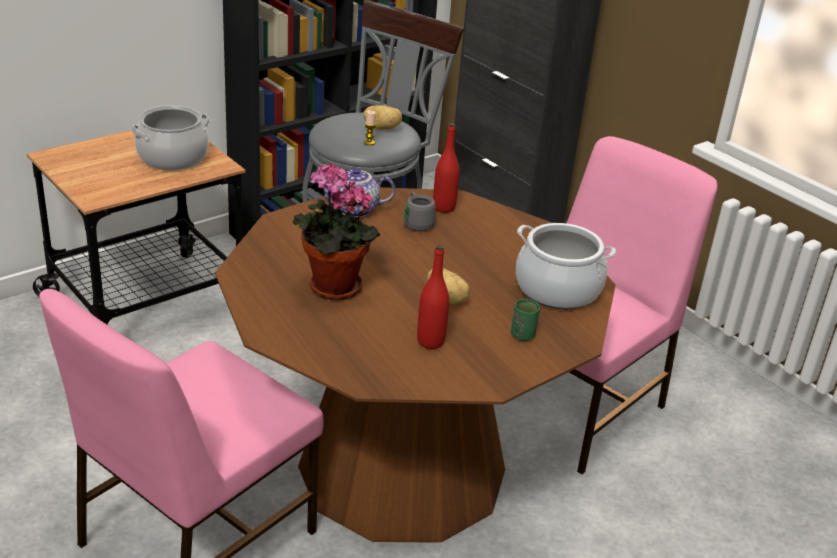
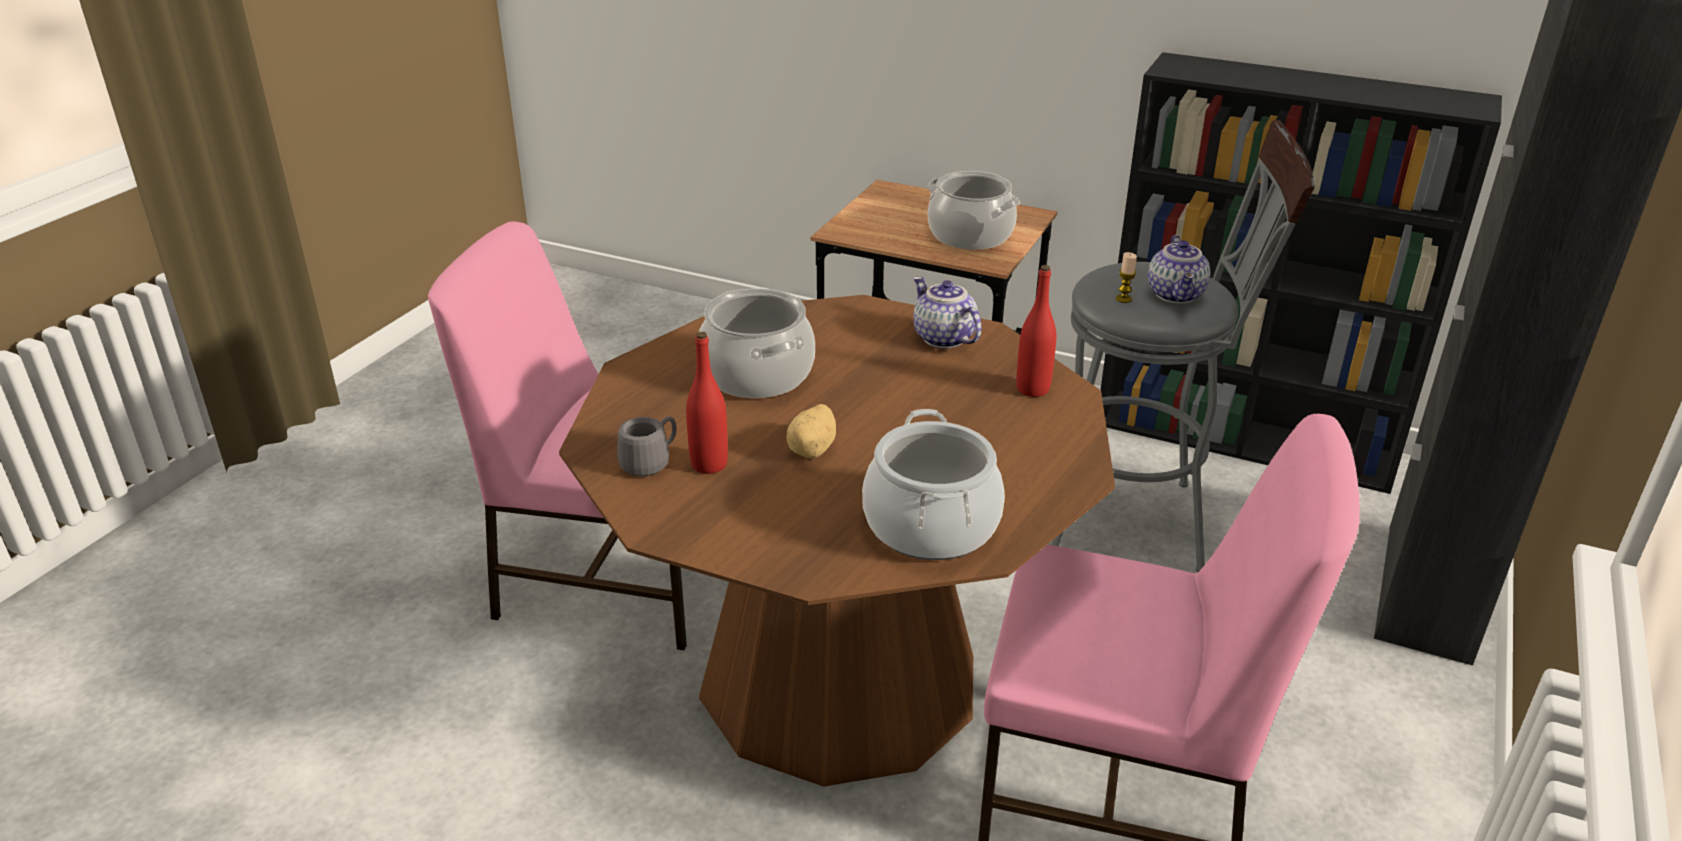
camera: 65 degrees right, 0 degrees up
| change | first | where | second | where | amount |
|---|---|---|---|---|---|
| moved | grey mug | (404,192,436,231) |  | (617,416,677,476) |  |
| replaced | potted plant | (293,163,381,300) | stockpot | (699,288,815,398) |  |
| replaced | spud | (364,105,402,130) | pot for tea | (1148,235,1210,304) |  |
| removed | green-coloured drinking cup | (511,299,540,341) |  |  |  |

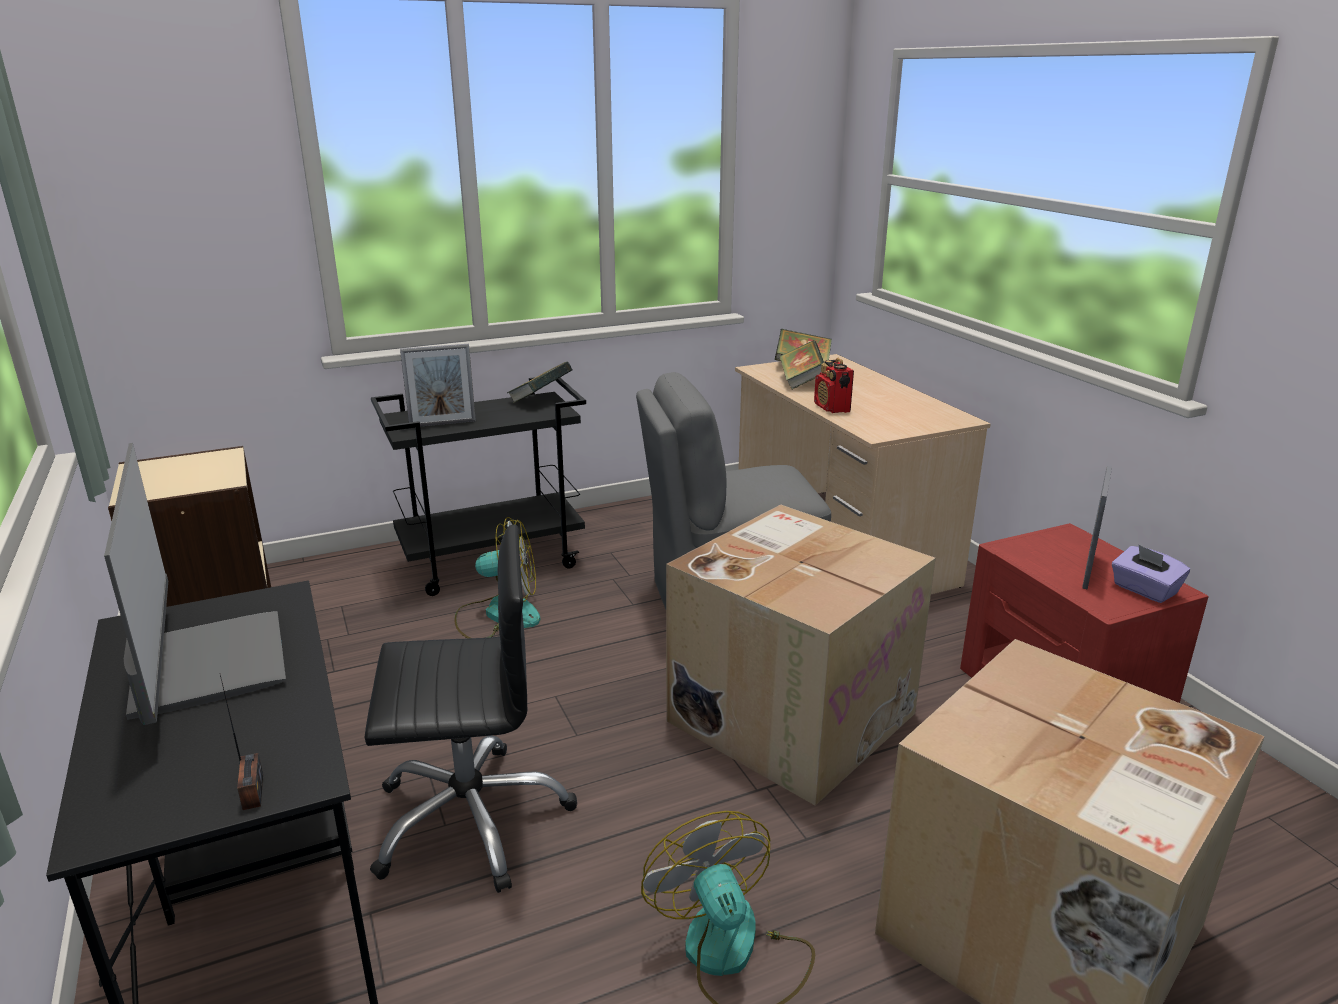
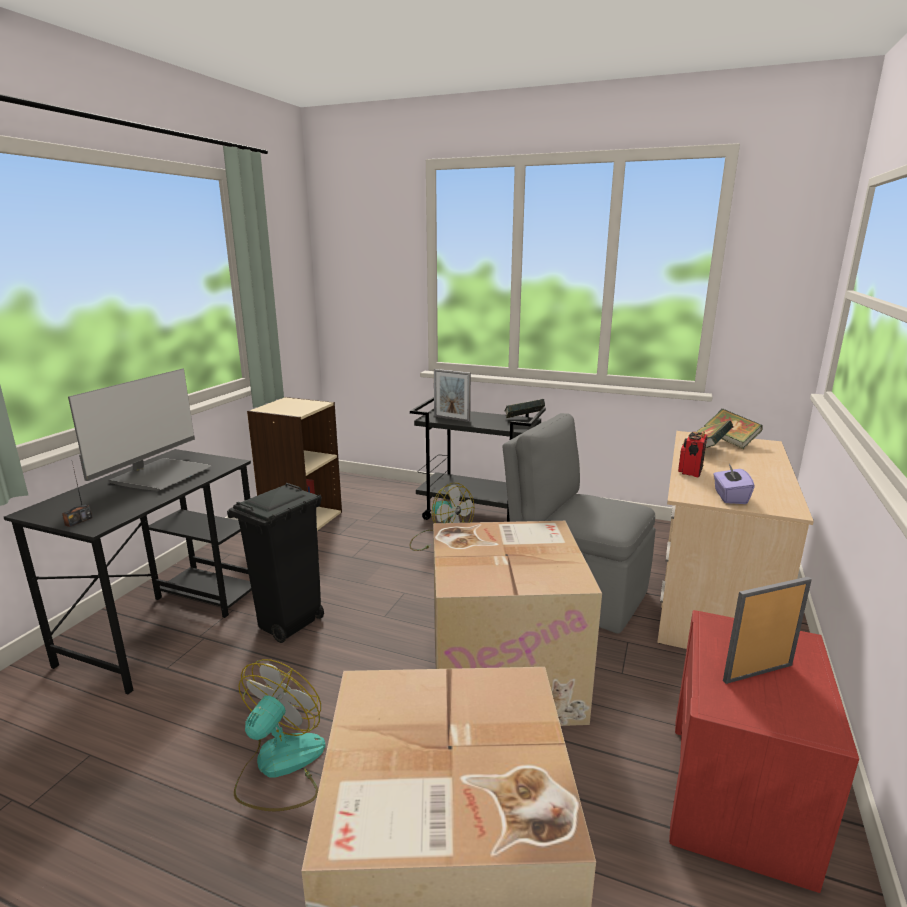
camera: 45 degrees right, 5 degrees down
| change | first | where | second | where | amount |
|---|---|---|---|---|---|
| replaced | blackish desk chair | (365,524,577,893) | blackish waste bin | (227,483,324,643) |  |
| moved | purplish tissue box | (1112,544,1190,603) |  | (713,464,755,504) |  |

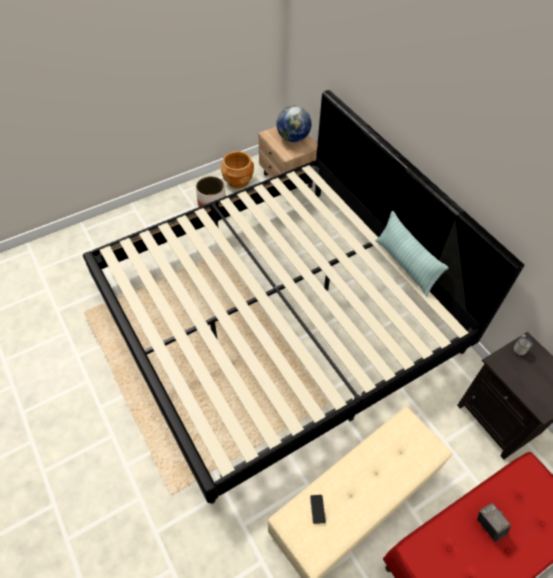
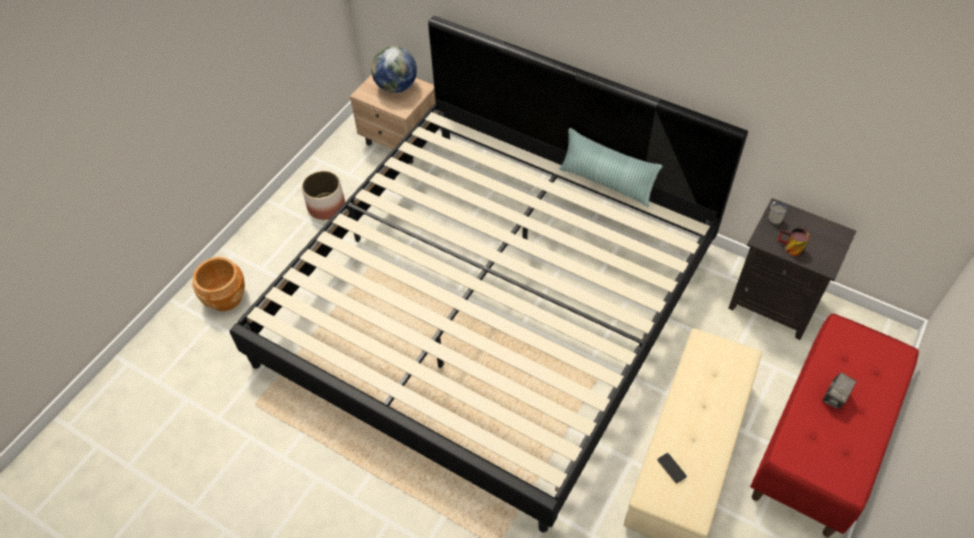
camera: 25 degrees left, 0 degrees up
| change | first | where | second | where | amount |
|---|---|---|---|---|---|
| moved | brown-coloured flower pot | (221,151,254,189) |  | (192,257,245,311) |  |
| added |  |  | mug | (777,228,810,256) |  |
| turned | photo camera | (477,503,511,542) |  | (822,373,857,409) | 90 degrees counterclockwise |

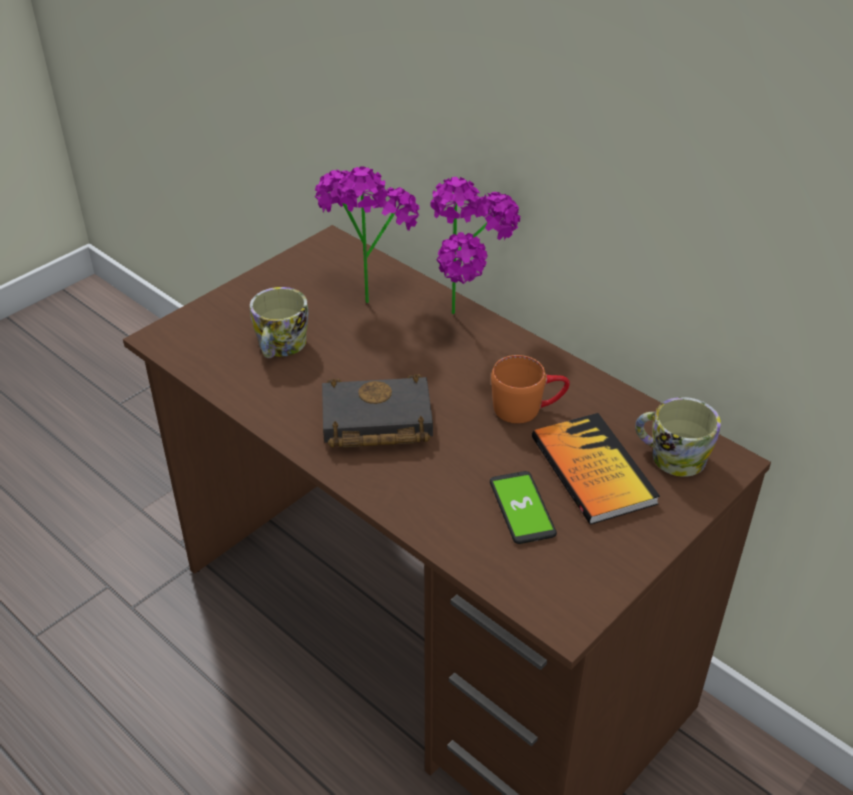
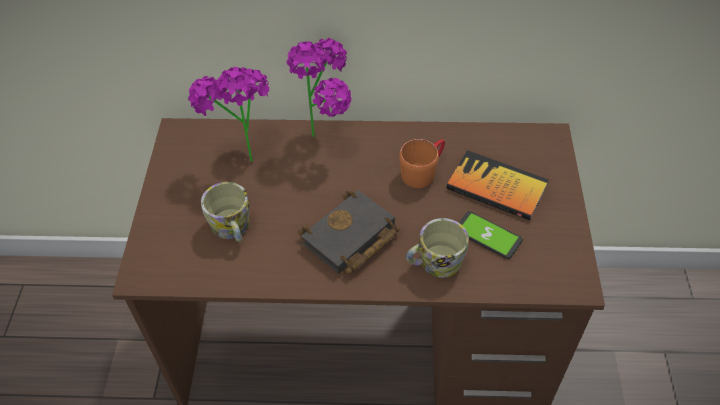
camera: 40 degrees left, 10 degrees up
| change | first | where | second | where | amount |
|---|---|---|---|---|---|
| moved | mug | (635,397,721,477) |  | (406,218,469,278) |  |

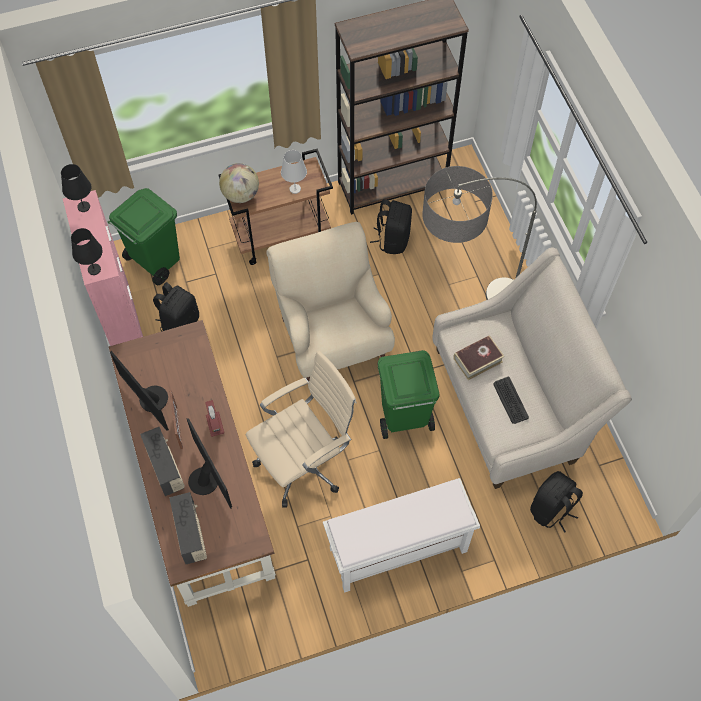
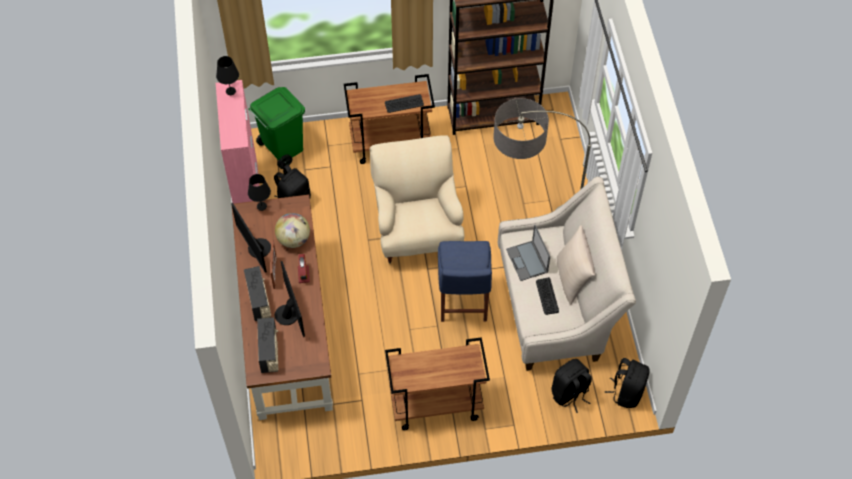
camera: 10 degrees right, 5 degrees down
| change | first | where | second | where | amount |
|---|---|---|---|---|---|
| moved | blackish lamp for a table | (71,228,102,275) |  | (248,174,271,211) |  |
| moved | globe | (219,163,259,203) |  | (275,213,310,248) |  |
| replaced | whitish lamp for a table | (281,150,307,194) | PC keyboard | (385,94,424,113) |  |
| replaced | whitish long seat | (323,478,480,593) | brown-coloured cart | (385,337,490,430) |  |
| replaced | green-coloured waste bin | (378,350,439,439) | blue chair | (438,241,492,322) |  |
| replaced | book | (453,335,504,380) | portable computer | (506,225,550,281) |  |
| added |  |  | sand-coloured pillow | (557,225,595,306) |  |
| moved | blackish rucksack | (370,199,412,254) |  | (605,358,650,408) |  |
| removed | sand-coloured desk chair | (246,351,357,507) |  |  |  |

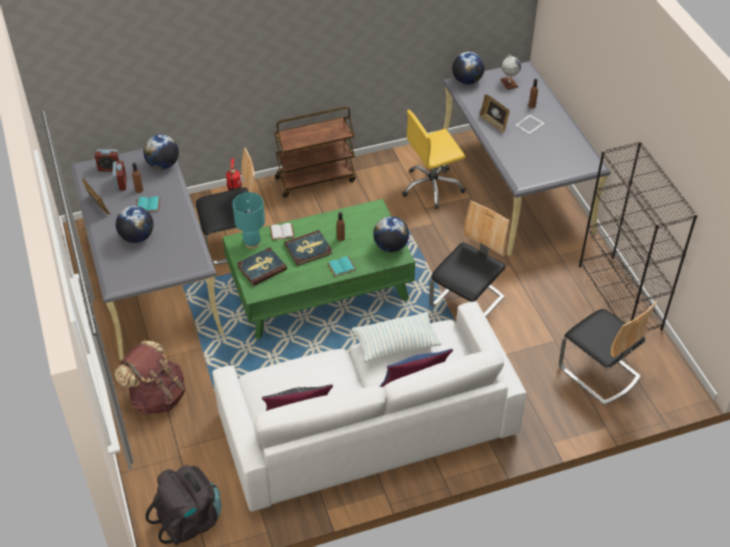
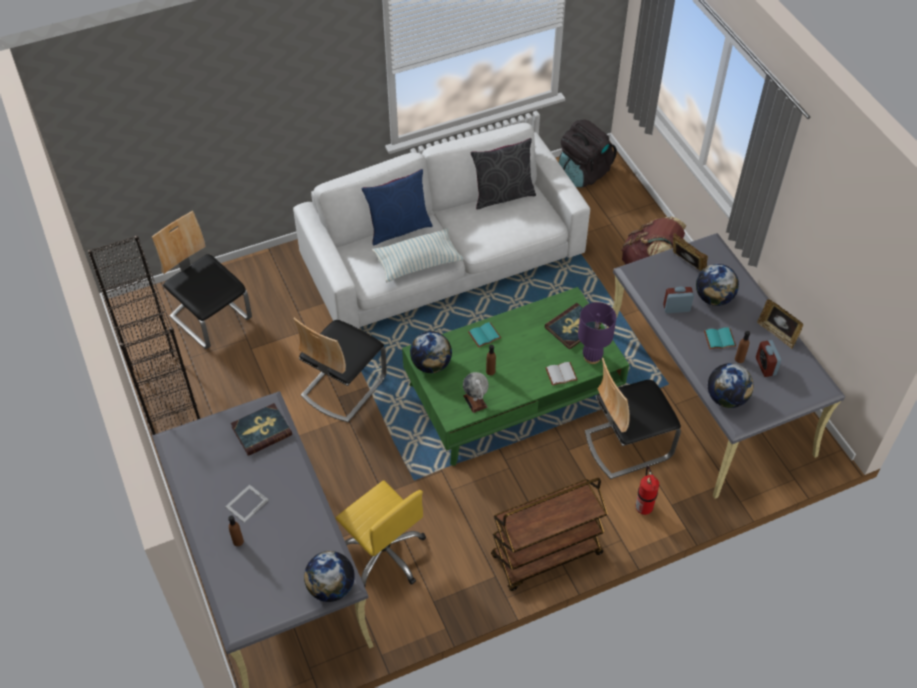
camera: 175 degrees right, 5 degrees up
| change | first | where | second | where | amount |
|---|---|---|---|---|---|
| moved | book | (285,230,332,266) |  | (231,403,292,456) |  |
| turned | yellowish desk chair | (402,110,466,209) |  | (336,480,426,587) | 75 degrees clockwise |
| moved | globe | (500,55,521,90) |  | (463,372,489,413) |  |
| recoloured | blue-green lamp for a table | (232,192,265,249) | purplish lamp for a table | (578,302,616,364) |  |
| moved | alarm clock | (95,149,120,171) |  | (663,287,694,313) |  |
| moved | picture frame | (479,94,510,133) |  | (673,233,708,271) |  |

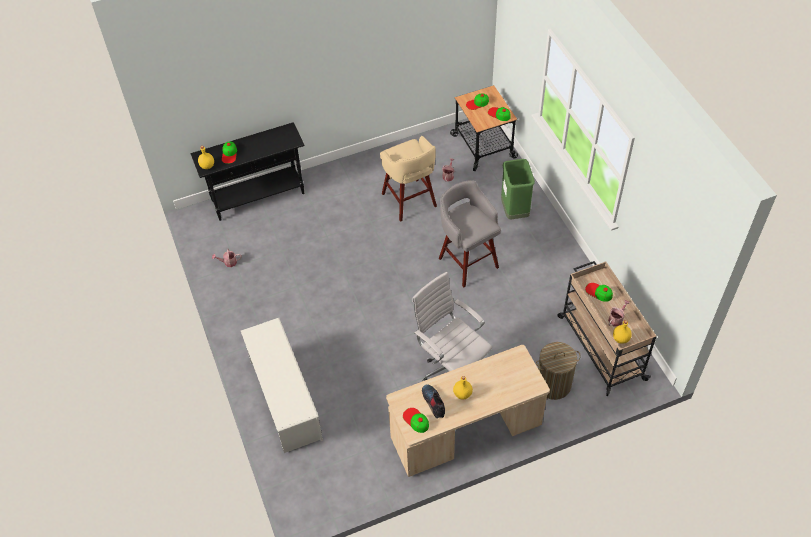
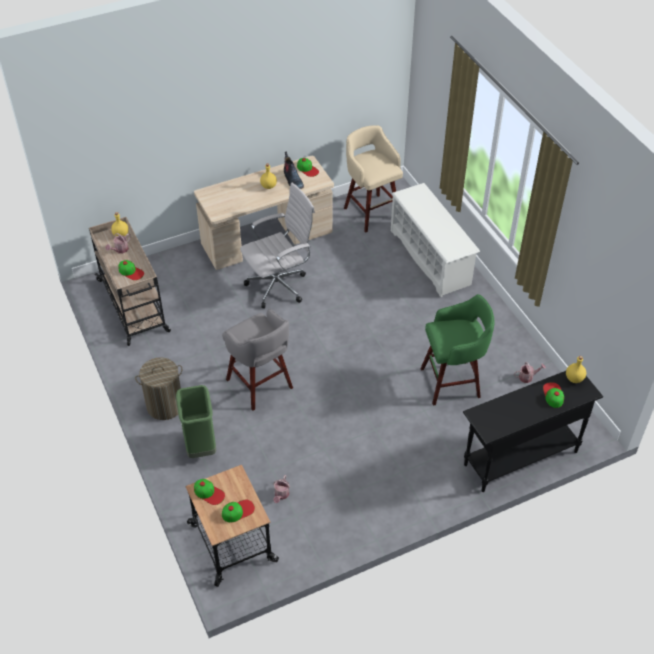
camera: 175 degrees right, 5 degrees down
| change | first | where | second | where | amount |
|---|---|---|---|---|---|
| moved | hamper | (536,342,581,400) |  | (135,357,182,420) |  |
| turned | whitish desk chair | (412,272,492,381) |  | (240,183,315,308) | 75 degrees counterclockwise |
| moved | sand-coloured sitting stool | (380,136,437,222) |  | (344,125,403,233) |  |
| added |  |  | green-coloured sitting stool | (420,294,494,405) |  |

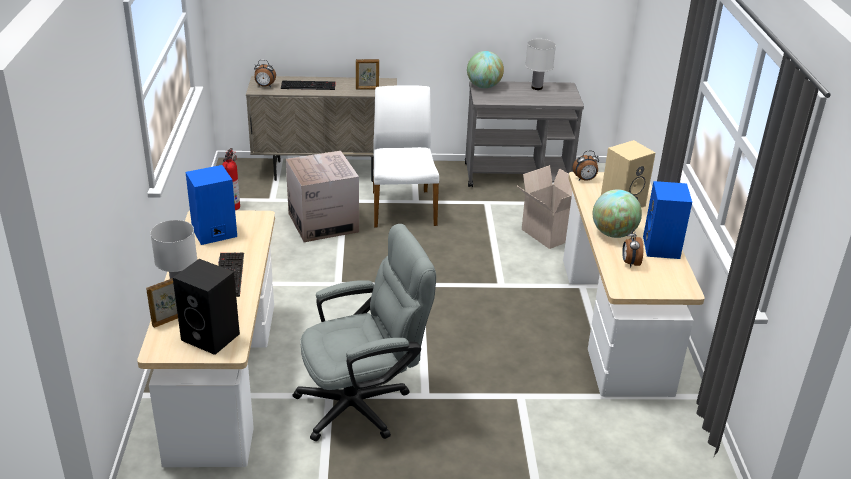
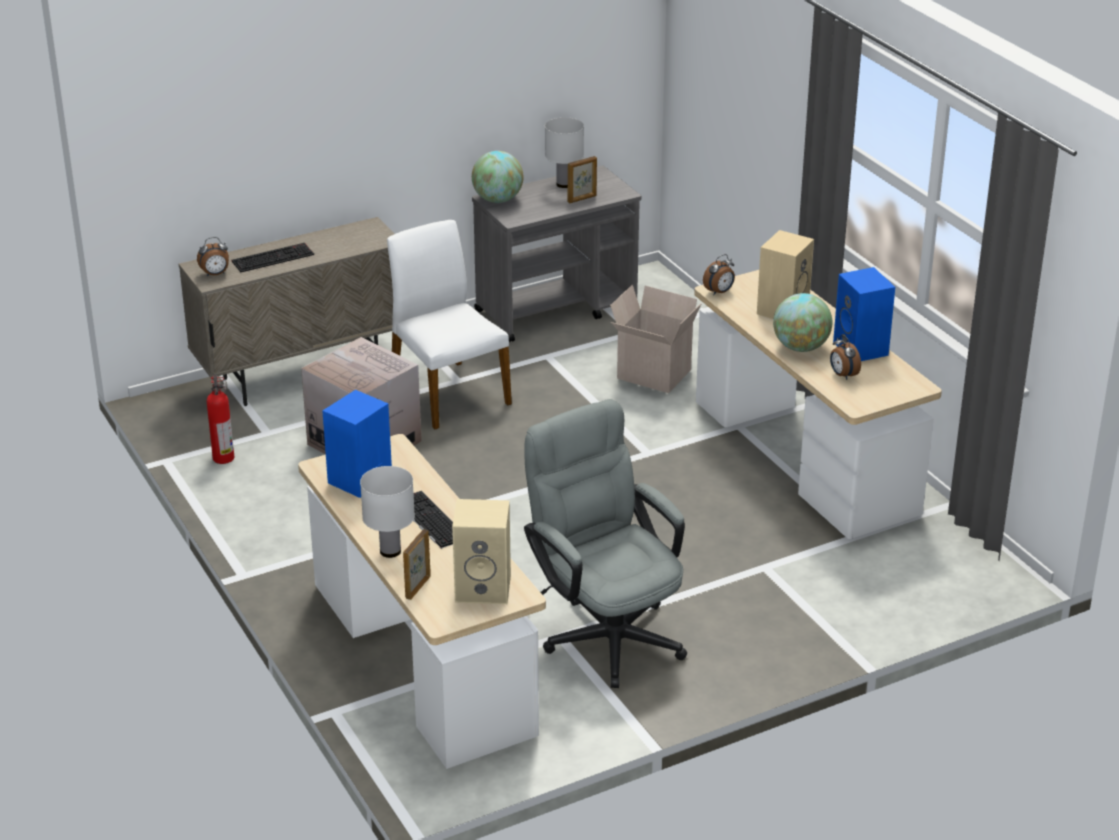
camera: 25 degrees left, 0 degrees up
| change | first | where | second | where | amount |
|---|---|---|---|---|---|
| recoloured | blackish audio speaker | (173,259,240,355) | sand-coloured audio speaker | (452,499,511,604) |  |
| turned | grey desk chair | (292,224,436,442) |  | (524,399,687,688) | 75 degrees counterclockwise |
| moved | picture frame | (356,59,379,90) |  | (567,156,597,203) |  |

